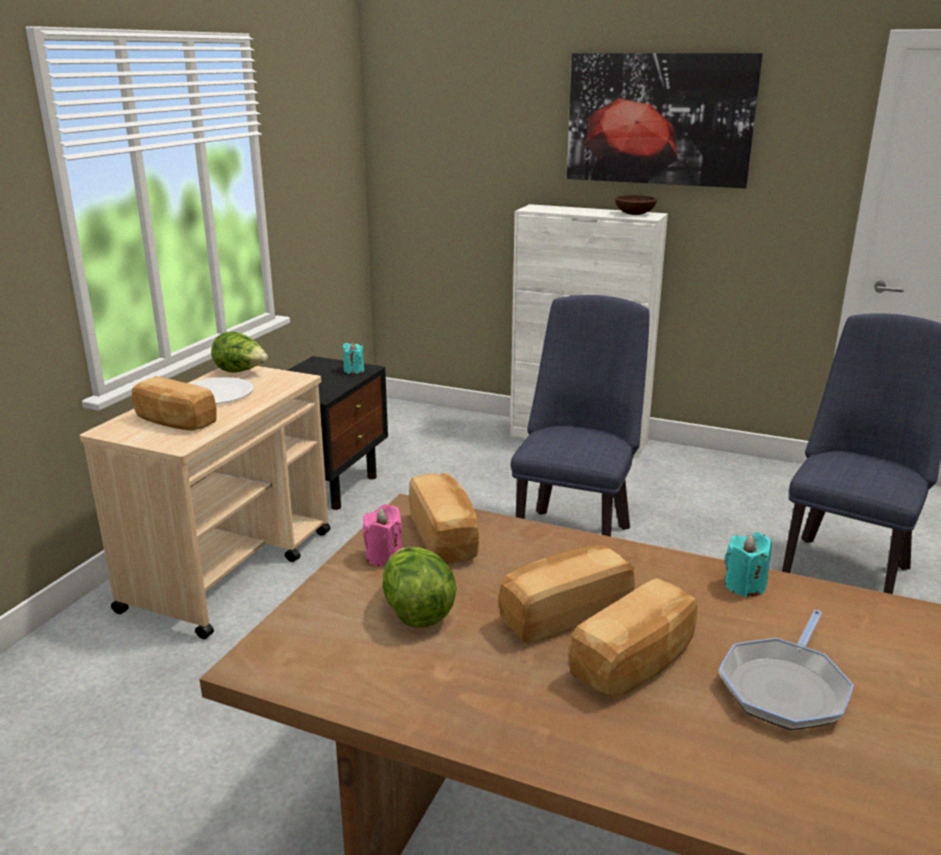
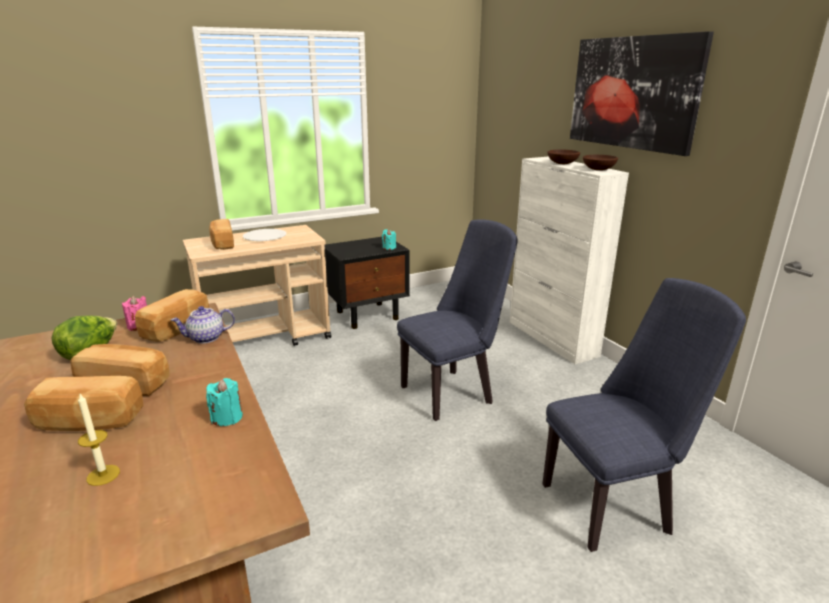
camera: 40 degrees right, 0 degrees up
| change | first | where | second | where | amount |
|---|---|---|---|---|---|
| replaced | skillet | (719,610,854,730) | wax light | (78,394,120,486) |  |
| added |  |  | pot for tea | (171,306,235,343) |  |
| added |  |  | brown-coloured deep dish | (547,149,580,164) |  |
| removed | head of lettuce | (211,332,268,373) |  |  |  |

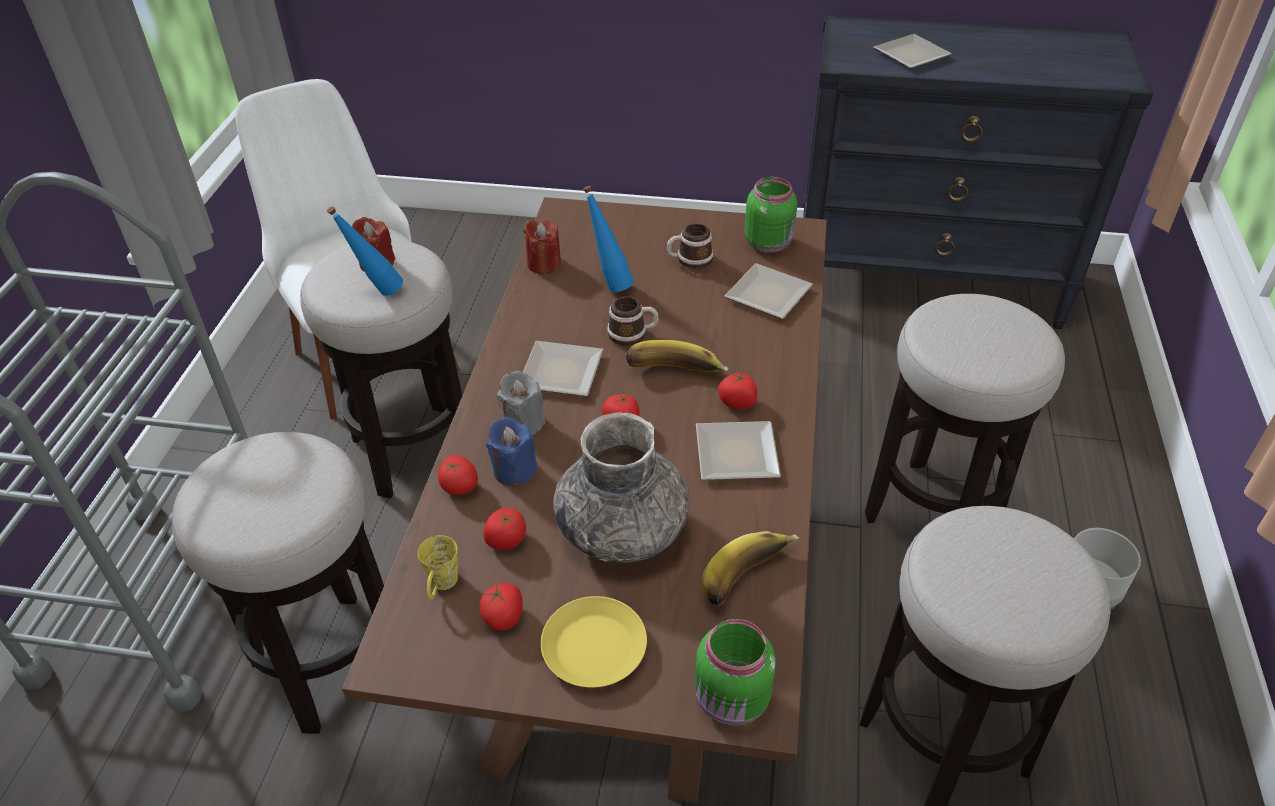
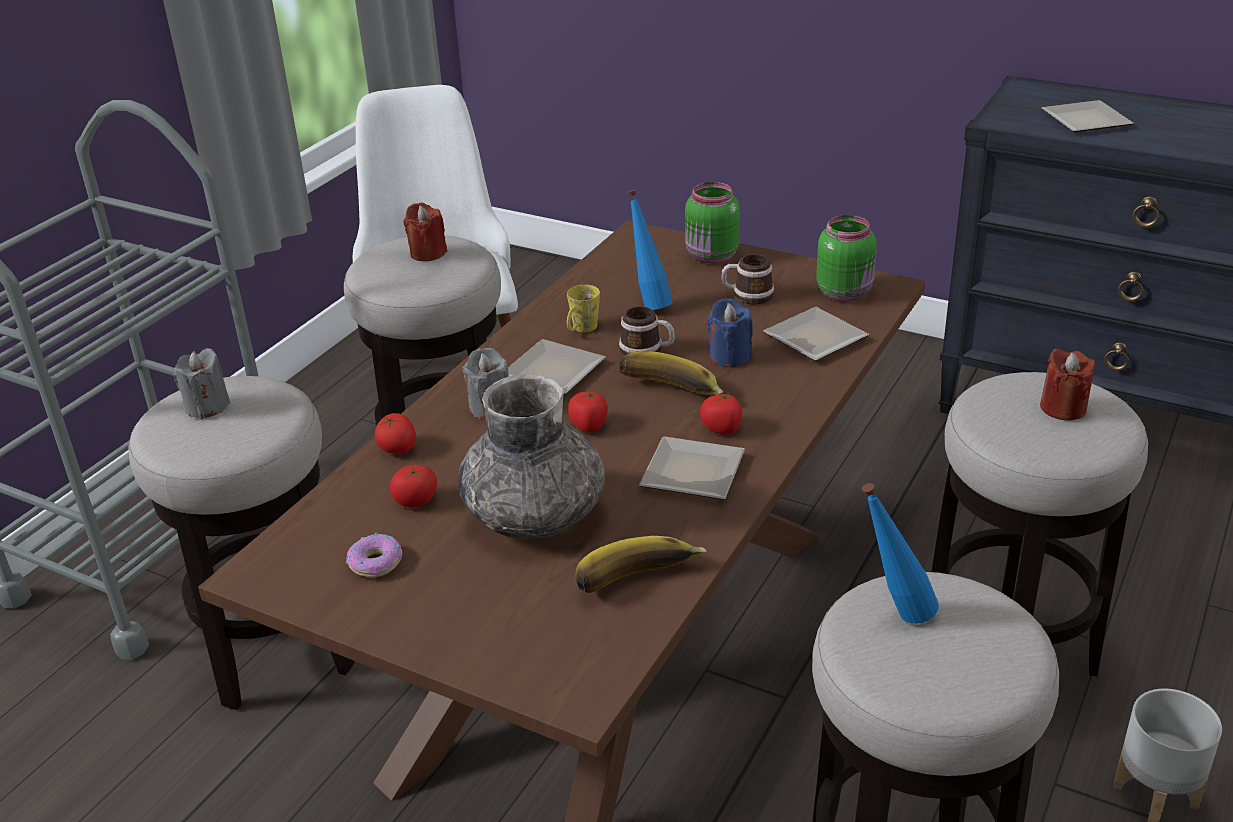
camera: 20 degrees right, 10 degrees down
| change | first | where | second | where | amount |
|---|---|---|---|---|---|
| added |  |  | grey wax light | (174,348,230,419) |  |
| replaced | whole tomato | (479,583,523,630) | doughnut | (346,533,402,577) |  |
| moved | yellowish mug | (418,535,458,600) |  | (567,285,600,332) |  |
| moved | green-coloured storage jar | (695,619,776,726) |  | (685,182,740,263) |  |
| moved | blue wax light | (486,416,538,486) |  | (707,298,753,367) |  |
| moved | blue bottle | (327,206,403,296) |  | (862,483,939,624) |  |
| moved | red wax light | (523,220,561,274) |  | (1040,348,1095,421) |  |
| removed | yellowish flat dish | (541,596,647,688) |  |  |  |

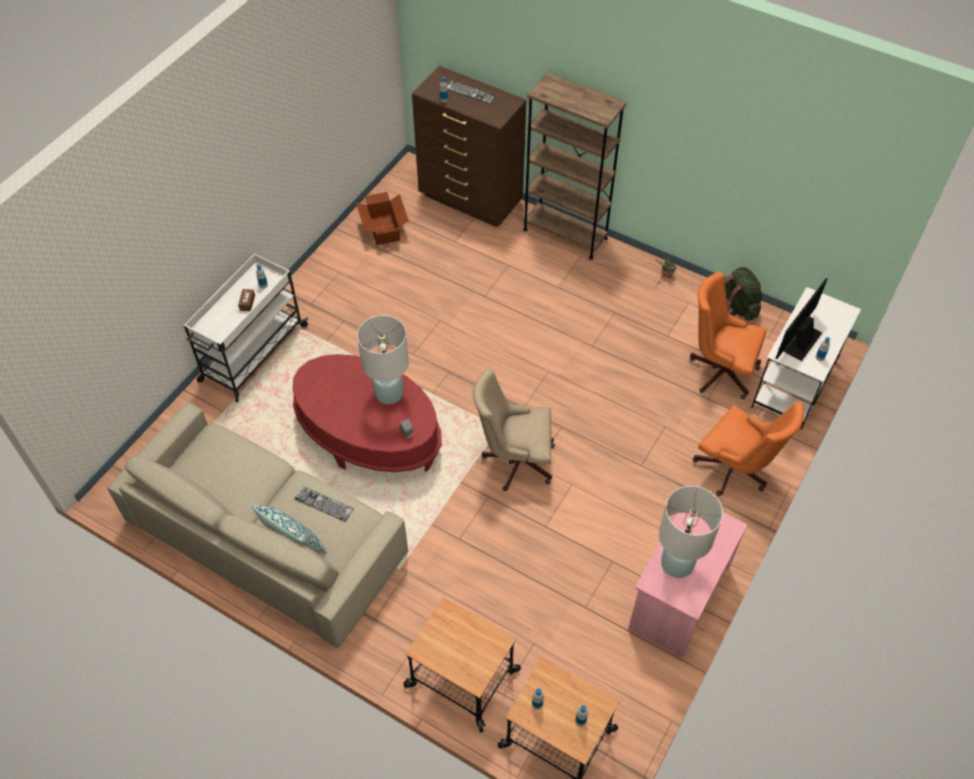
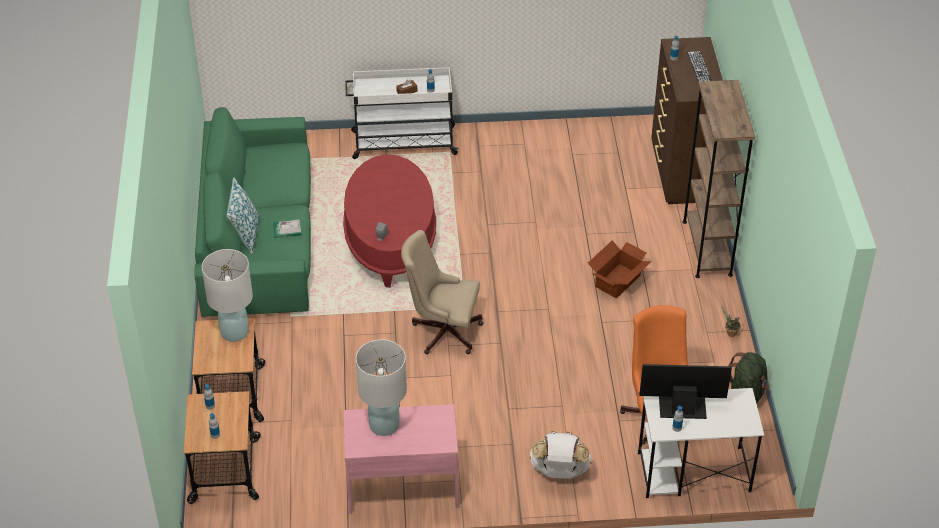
camera: 55 degrees right, 10 degrees down
| change | first | where | second | where | amount |
|---|---|---|---|---|---|
| recoloured | sand-coloured sofa | (107,402,408,648) | green-coloured sofa | (194,107,311,316) |  |
| moved | whitish lamp for a table | (357,315,409,404) |  | (202,249,253,342) |  |
| replaced | PC keyboard | (294,486,353,522) | book | (273,219,302,238) |  |
| turned | sand-coloured desk chair | (473,369,555,491) |  | (401,230,483,354) | 45 degrees counterclockwise |
| replaced | orangey desk chair | (693,401,804,496) | whitish rucksack | (530,431,592,479) |  |
| moved | carton | (356,192,409,245) |  | (588,241,652,298) |  |

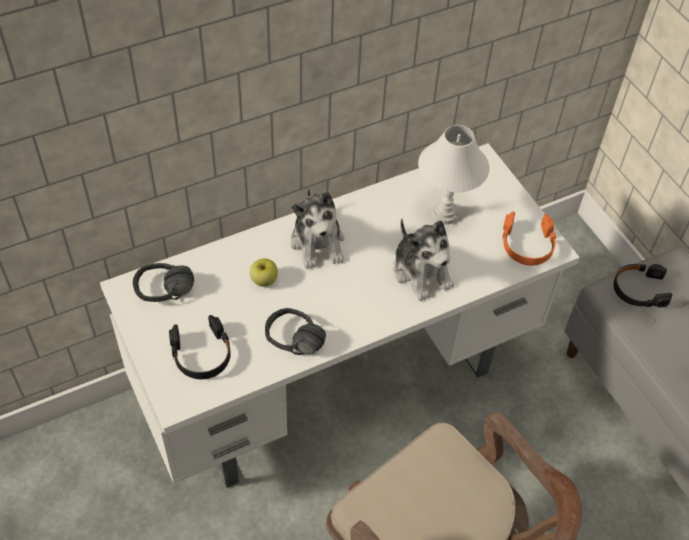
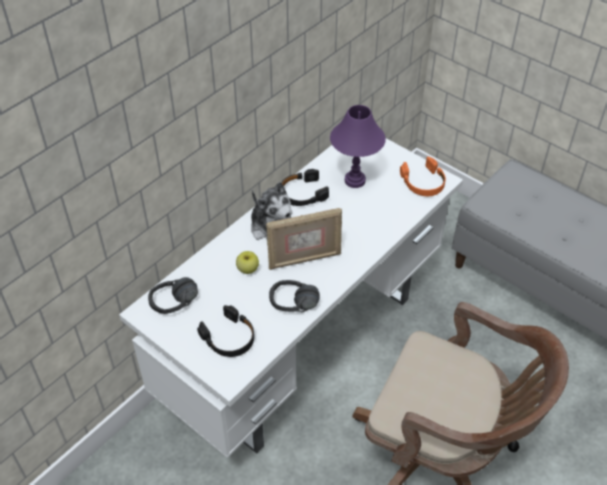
camera: 20 degrees left, 5 degrees down
| change | first | where | second | where | amount |
|---|---|---|---|---|---|
| added |  |  | picture frame | (266,208,342,270) |  |
| moved | blackish pair of headphones | (613,264,672,307) |  | (281,169,329,206) |  |
| recoloured | whitish lamp for a table | (418,125,489,225) | purplish lamp for a table | (330,105,386,188) |  |
| removed | cuddly toy | (393,219,454,301) |  |  |  |

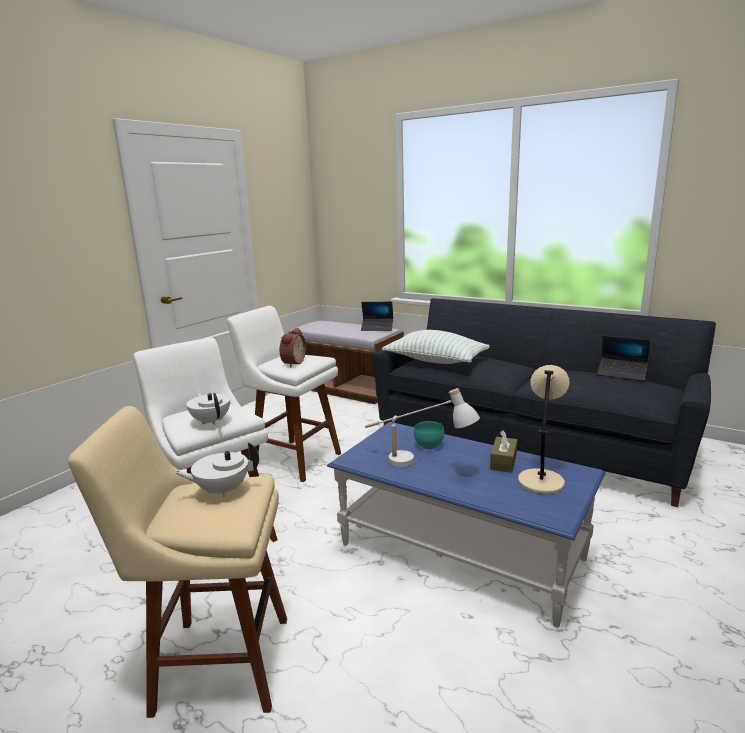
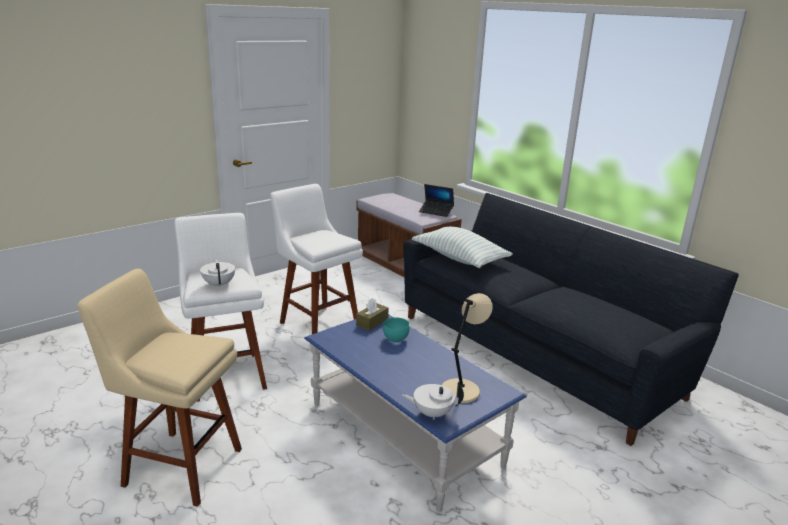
camera: 15 degrees right, 5 degrees up
| change | first | where | second | where | amount |
|---|---|---|---|---|---|
| moved | brown-coloured tissue box | (490,430,517,473) |  | (356,298,389,331) |  |
| moved | whitish pot for tea | (174,442,259,497) |  | (402,384,464,420) |  |
| removed | alarm clock | (279,328,306,367) |  |  |  |
| removed | whitish lamp for a table | (365,388,480,467) |  |  |  |
| removed | portable computer | (597,336,650,381) |  |  |  |

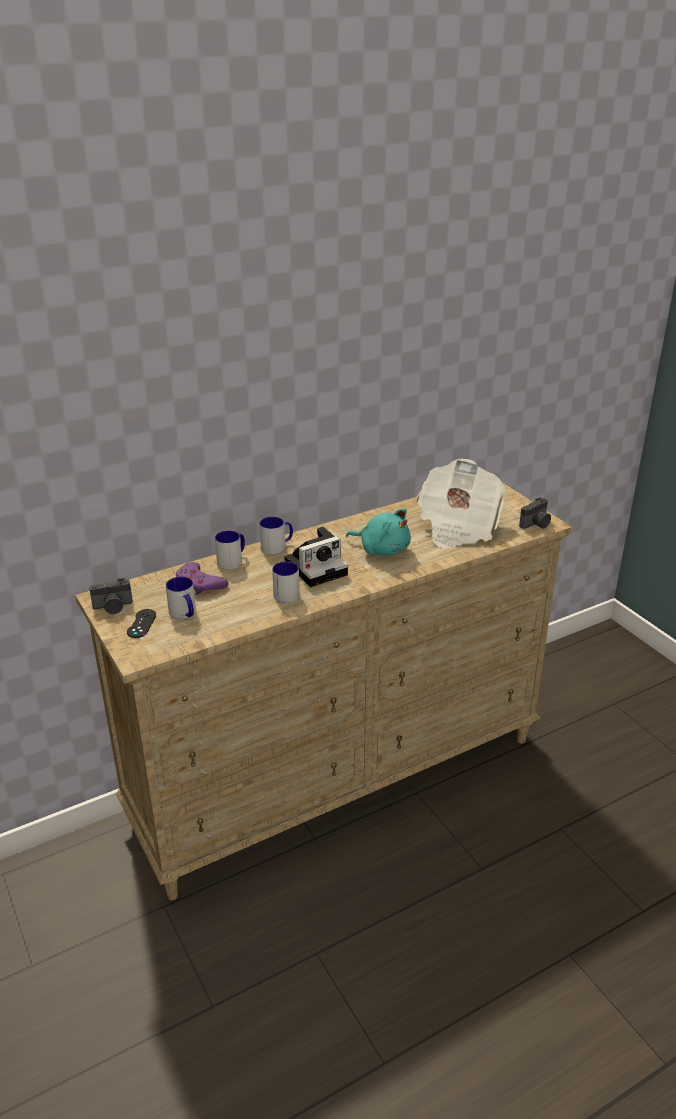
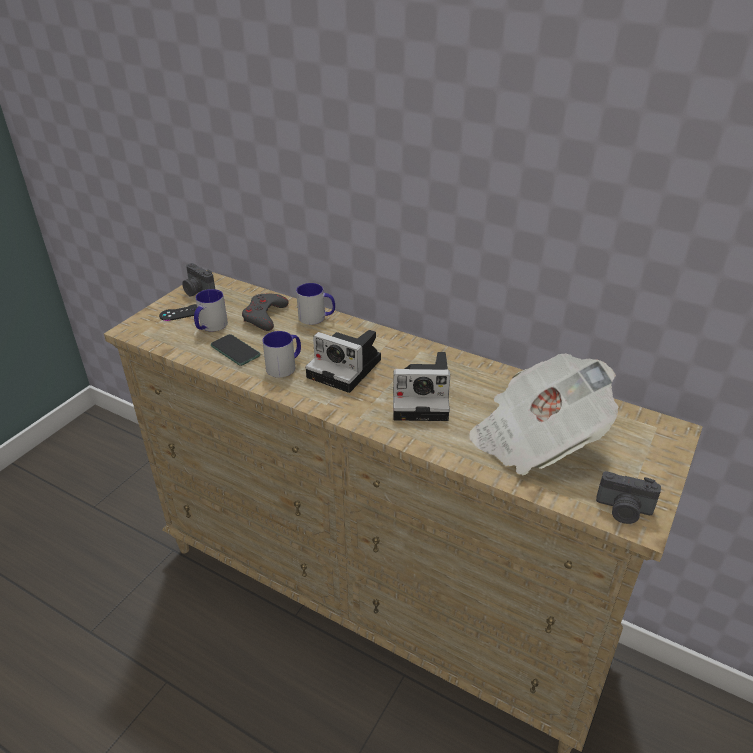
camera: 60 degrees right, 5 degrees up
| change | first | where | second | where | amount |
|---|---|---|---|---|---|
| added |  |  | telephone | (211,334,261,366) |  |
| recoloured | purplish joypad | (176,562,229,595) | grey joypad | (242,294,289,331) |  |
| replaced | blue-green cuddly toy | (346,509,411,556) | photo camera | (393,352,450,421) |  |
| removed | mug | (259,517,293,555) |  |  |  |

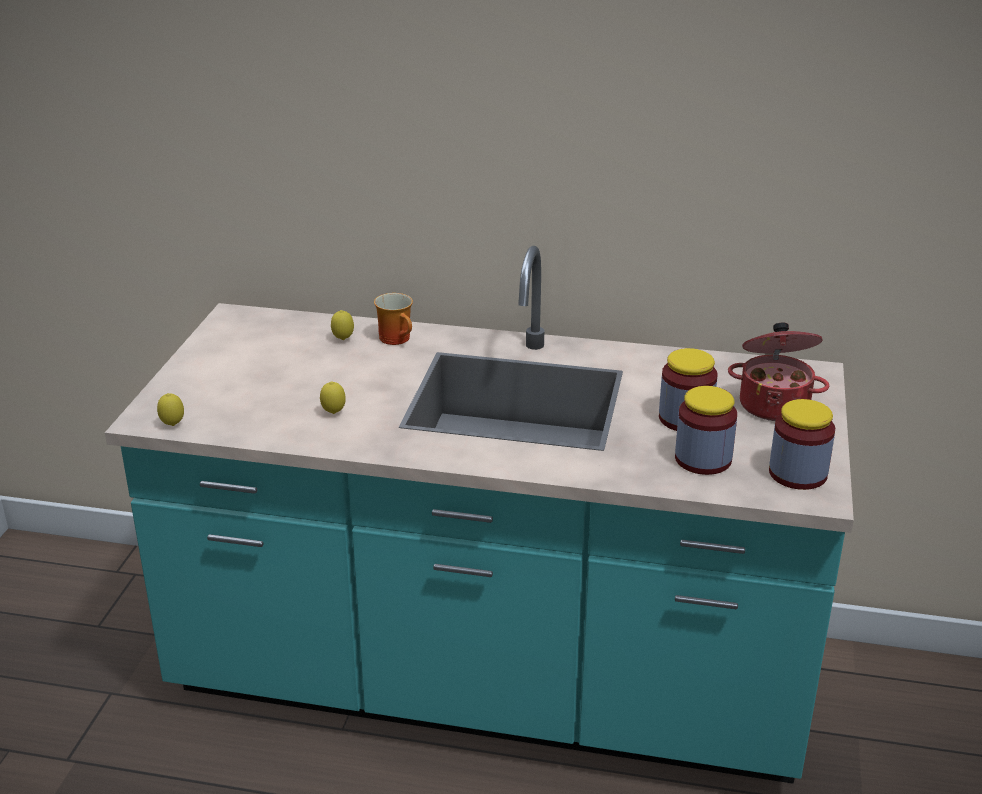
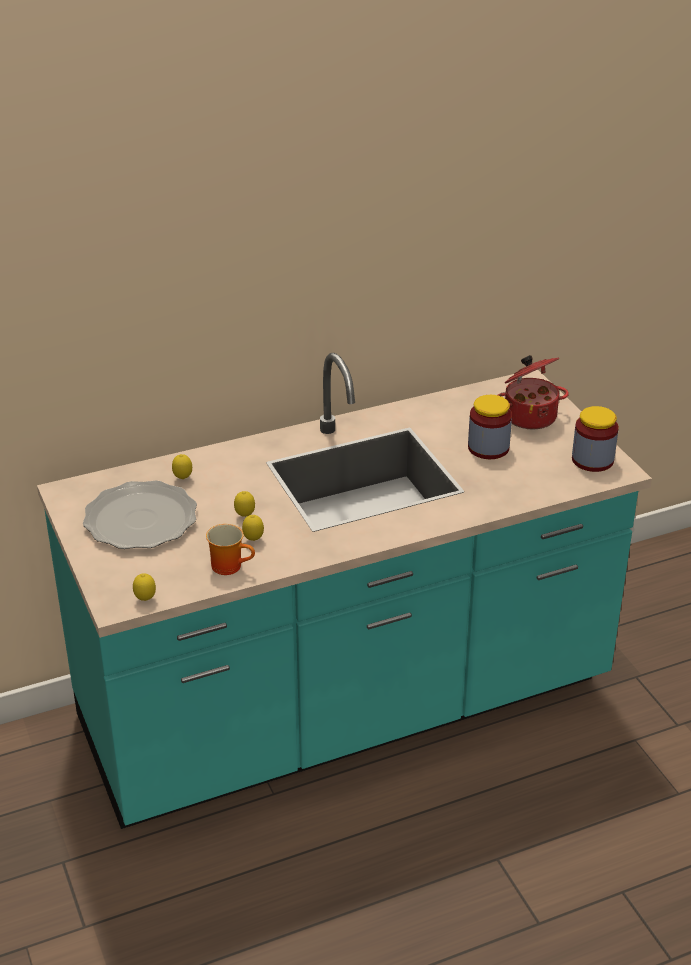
camera: 35 degrees left, 5 degrees up
| change | first | where | second | where | amount |
|---|---|---|---|---|---|
| added |  |  | flat dish | (83,480,197,549) |  |
| moved | mug | (374,293,413,345) |  | (206,524,255,575) |  |
| added |  |  | lemon | (234,491,255,517) |  |
| removed | storage jar | (675,386,737,475) |  |  |  |

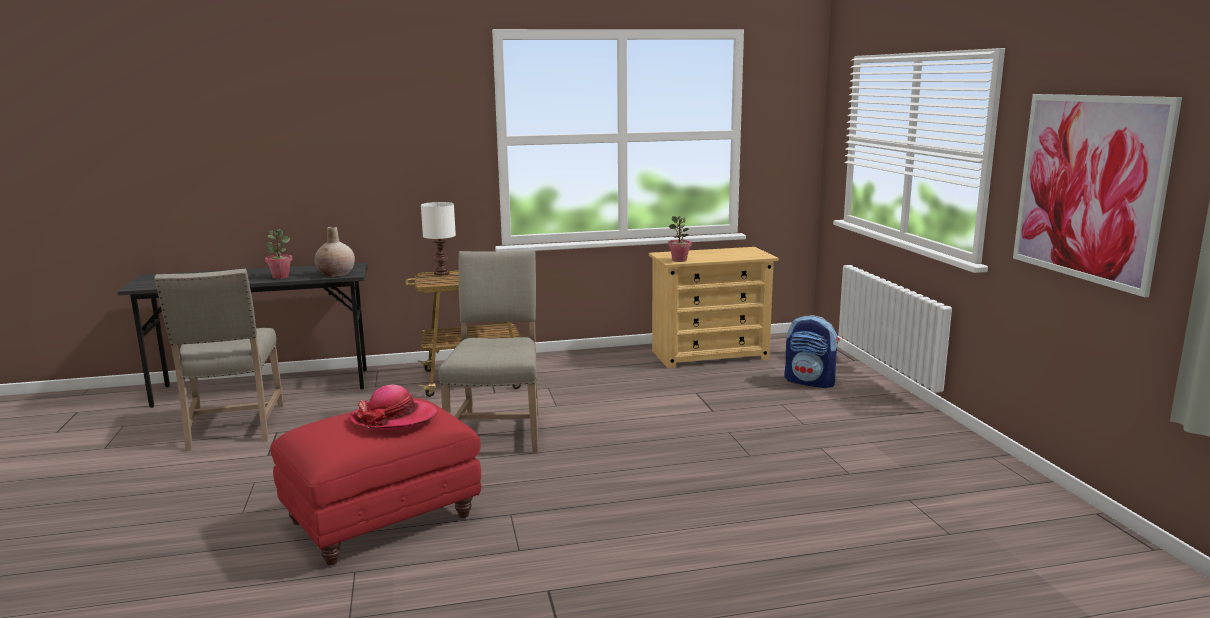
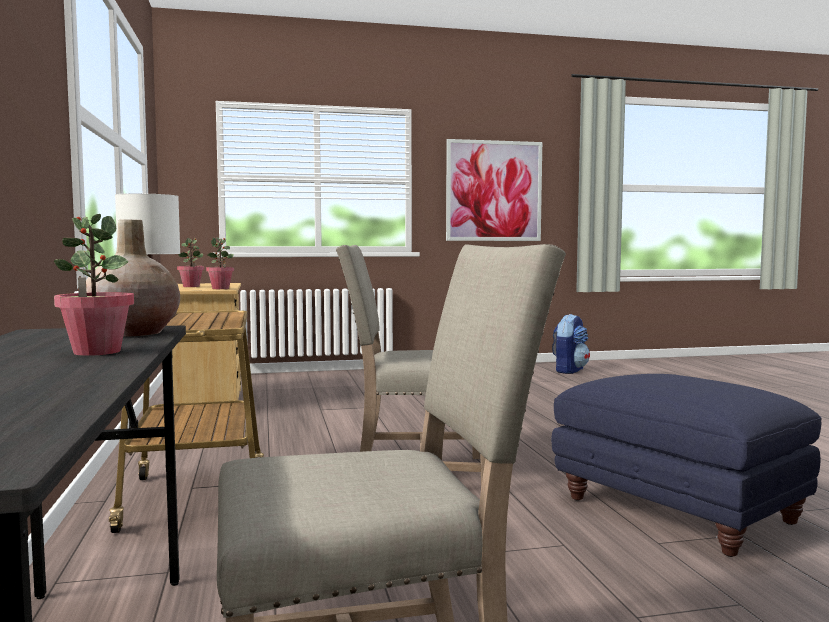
camera: 90 degrees left, 10 degrees down
| change | first | where | second | where | amount |
|---|---|---|---|---|---|
| added |  |  | potted plant | (177,238,204,287) |  |
| recoloured | red footrest | (271,398,481,565) | blue footrest | (551,374,821,557) |  |
| moved | rucksack | (784,315,840,388) |  | (552,314,590,374) |  |
| removed | clothing hat | (349,385,438,430) |  |  |  |

